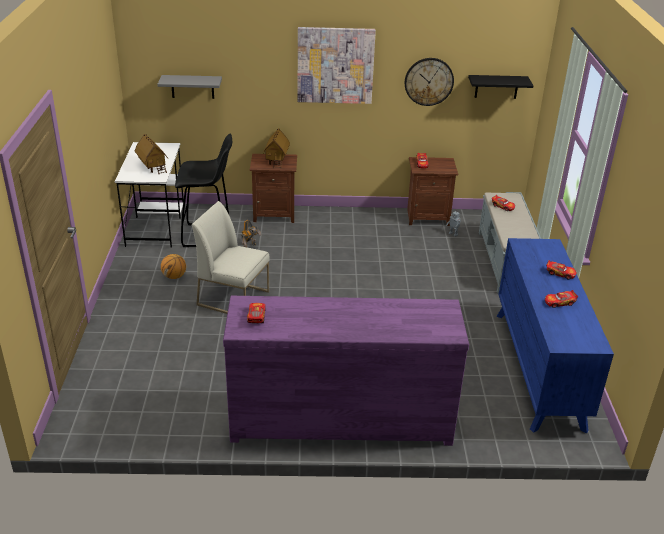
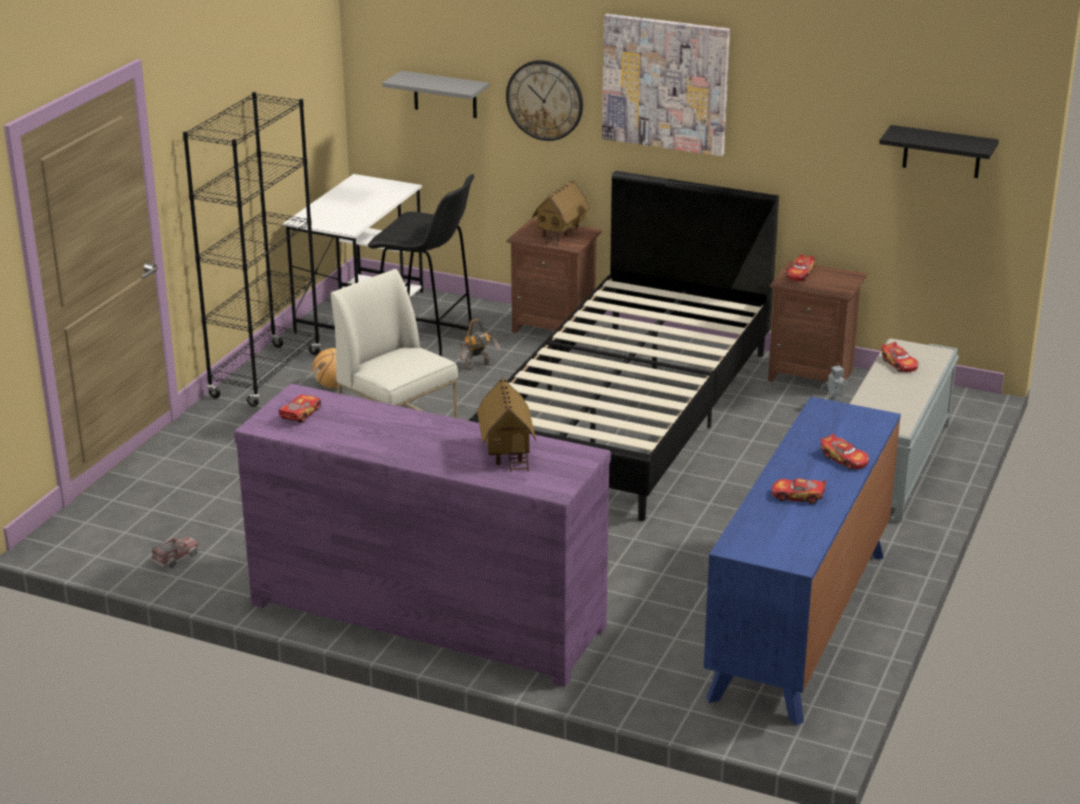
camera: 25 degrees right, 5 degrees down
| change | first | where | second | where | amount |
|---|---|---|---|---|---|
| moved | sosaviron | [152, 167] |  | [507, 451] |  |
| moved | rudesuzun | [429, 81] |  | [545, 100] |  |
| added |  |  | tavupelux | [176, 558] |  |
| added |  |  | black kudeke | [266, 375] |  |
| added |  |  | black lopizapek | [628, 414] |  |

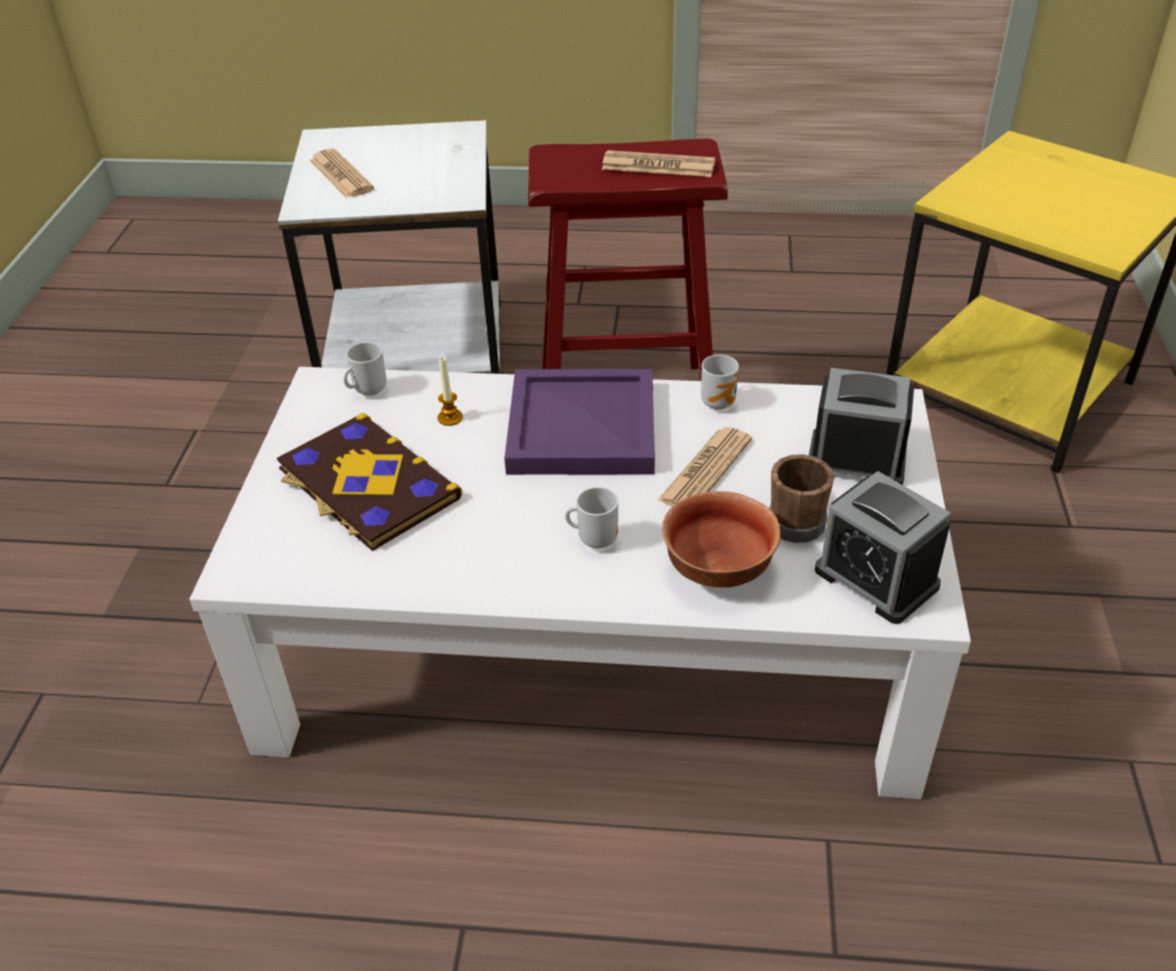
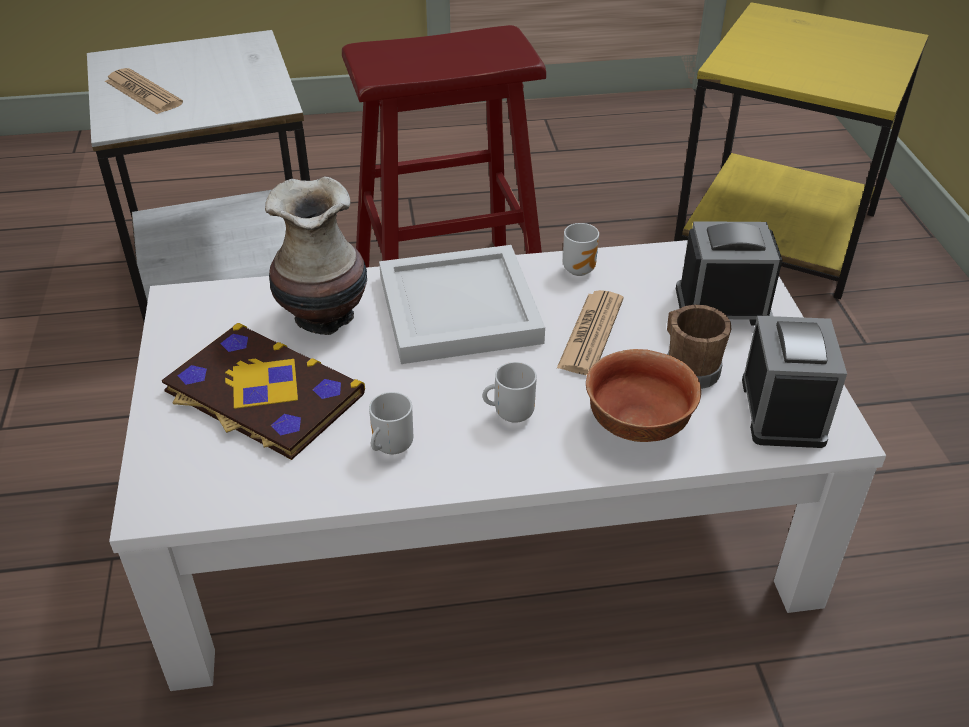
camera: 15 degrees left, 0 degrees up
| change | first | where | second | where | amount |
|---|---|---|---|---|---|
| moved | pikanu | [367, 390] |  | [390, 447] |  |
| replaced | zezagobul | [450, 418] | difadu | [325, 316] |  |
| recoloured | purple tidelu | [584, 429] | white tidelu | [462, 310] |  |
| removed | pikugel | [658, 166] |  |  |  |
| turned | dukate | [876, 578] |  | [782, 411] | 120 degrees counterclockwise |

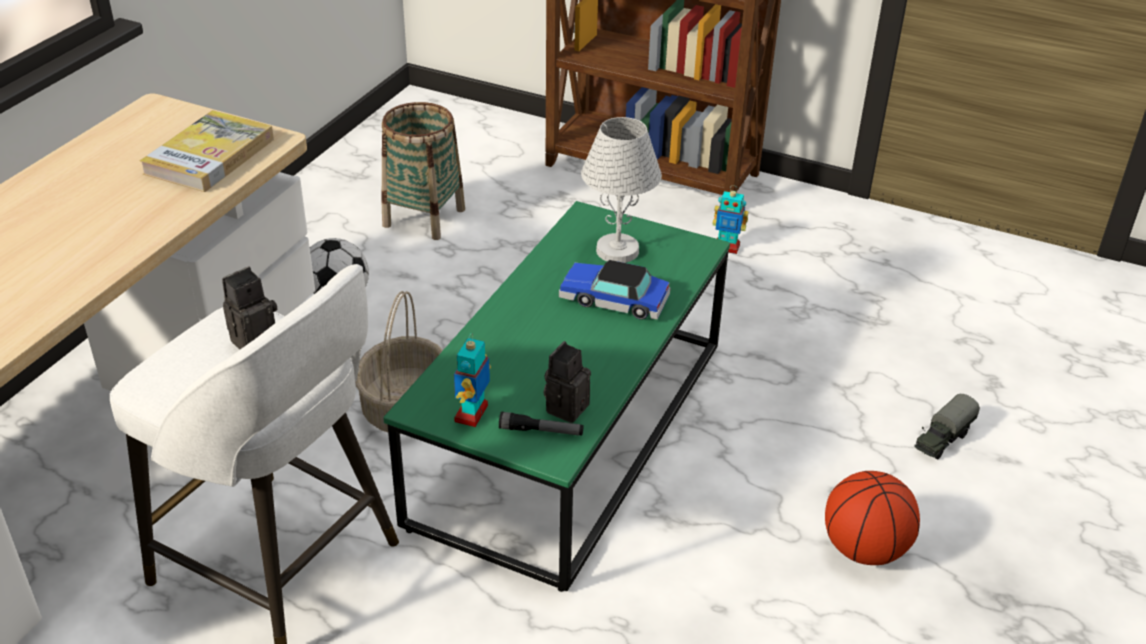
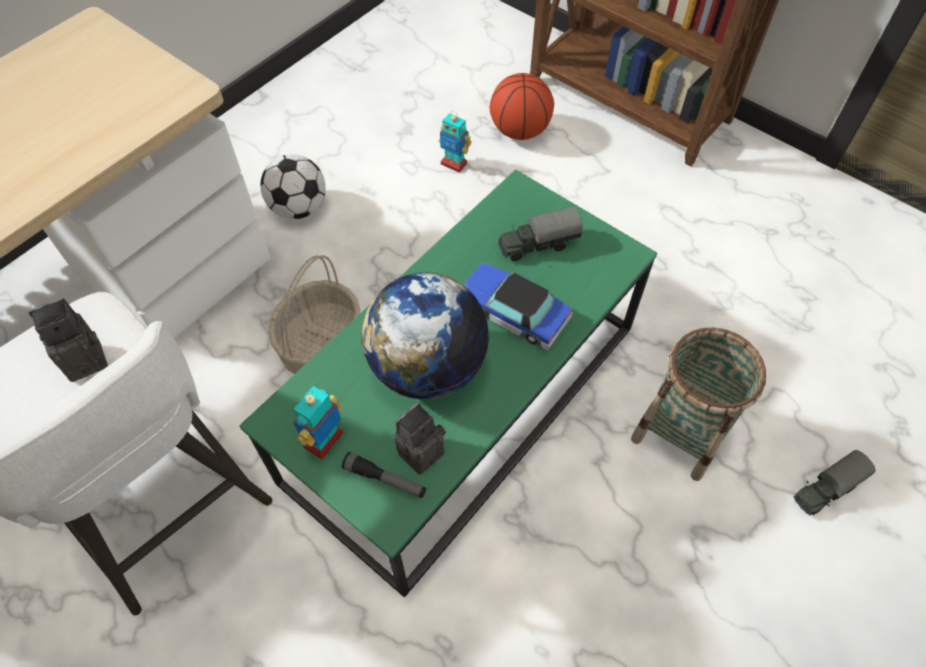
camera: 15 degrees right, 20 degrees up
| change | first | where | second | where | amount |
|---|---|---|---|---|---|
| removed | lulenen | [210, 156] |  |  |  |
| moved | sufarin | [424, 217] |  | [681, 432] |  |
| replaced | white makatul | [618, 251] | tavupelux | [537, 245] |  |
| moved | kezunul | [726, 247] |  | [454, 163] |  |
| moved | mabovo | [863, 549] |  | [519, 130] |  |
| added |  |  | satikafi | [427, 367] |  |

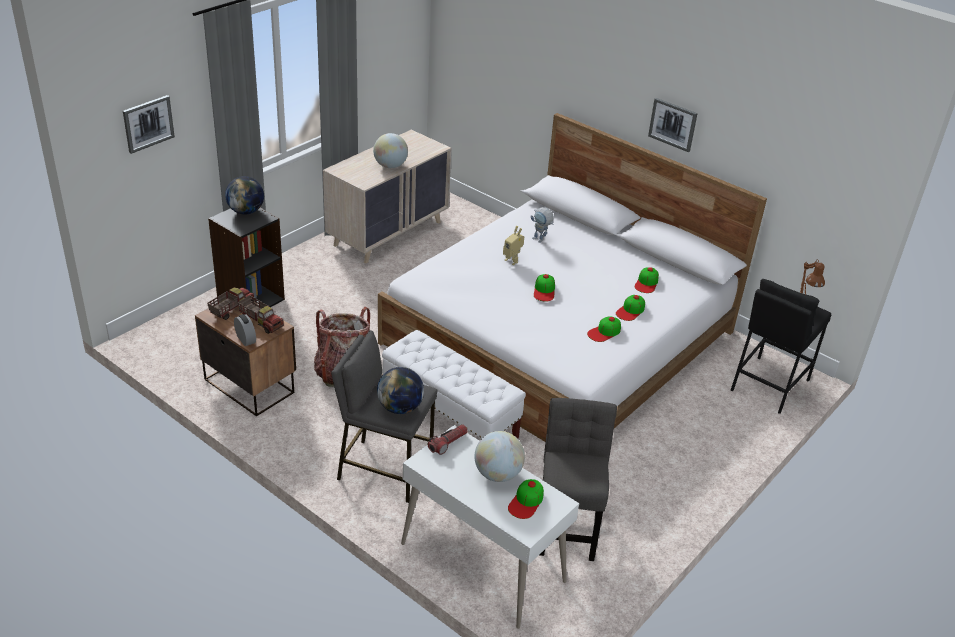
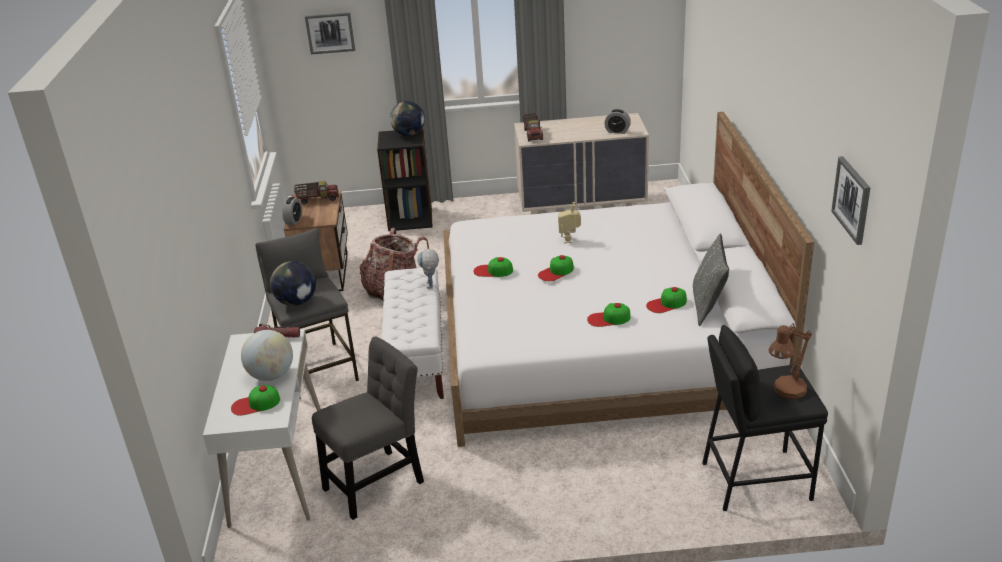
camera: 50 degrees right, 5 degrees down
| change | first | where | second | where | amount |
|---|---|---|---|---|---|
| moved | tavupelux | [261, 322] |  | [533, 134] |  |
| removed | satikafi | [390, 166] |  |  |  |
| moved | kezunul | [540, 240] |  | [431, 287] |  |
| moved | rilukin | [604, 332] |  | [493, 271] |  |
| moved | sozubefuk | [673, 124] |  | [852, 199] |  |
| added |  |  | dukate | [617, 131] |  |
| added |  |  | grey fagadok | [708, 305] |  |

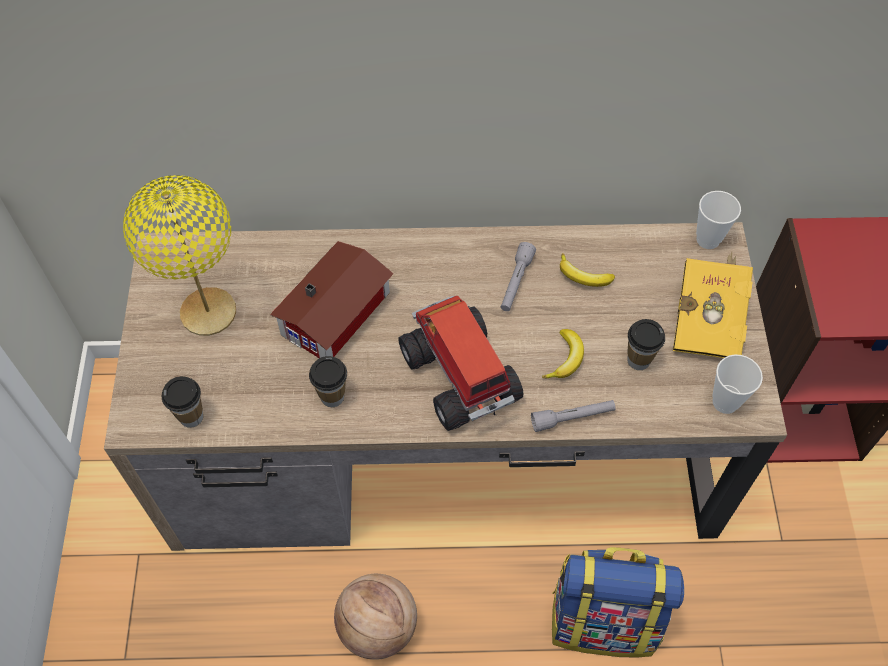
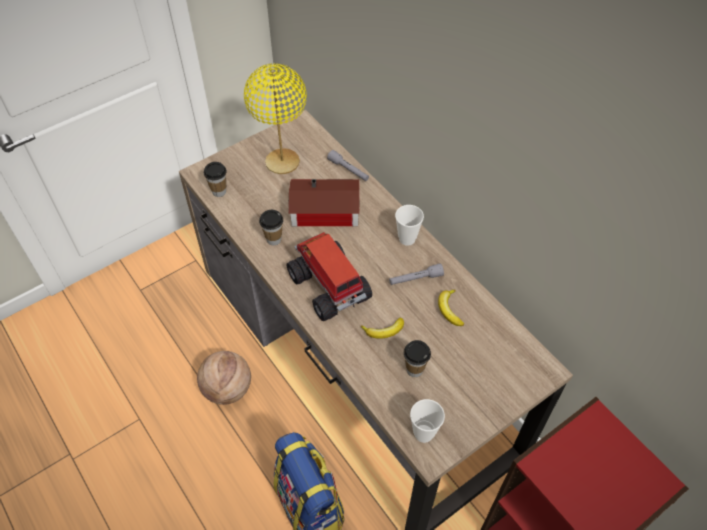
camera: 55 degrees right, 5 degrees down
| change | first | where | second | where | amount |
|---|---|---|---|---|---|
| turned | tavupelux | [460, 378] |  | [330, 288] | 60 degrees counterclockwise |
| moved | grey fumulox | [572, 418] |  | [348, 170] |  |
| removed | yellow lulenen | [708, 319] |  |  |  |
| moved | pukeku | [708, 239] |  | [407, 239] |  |

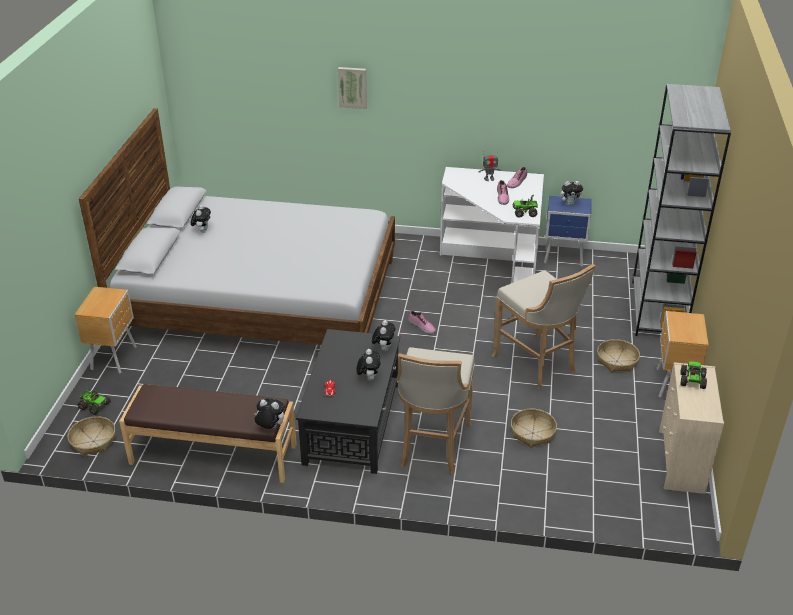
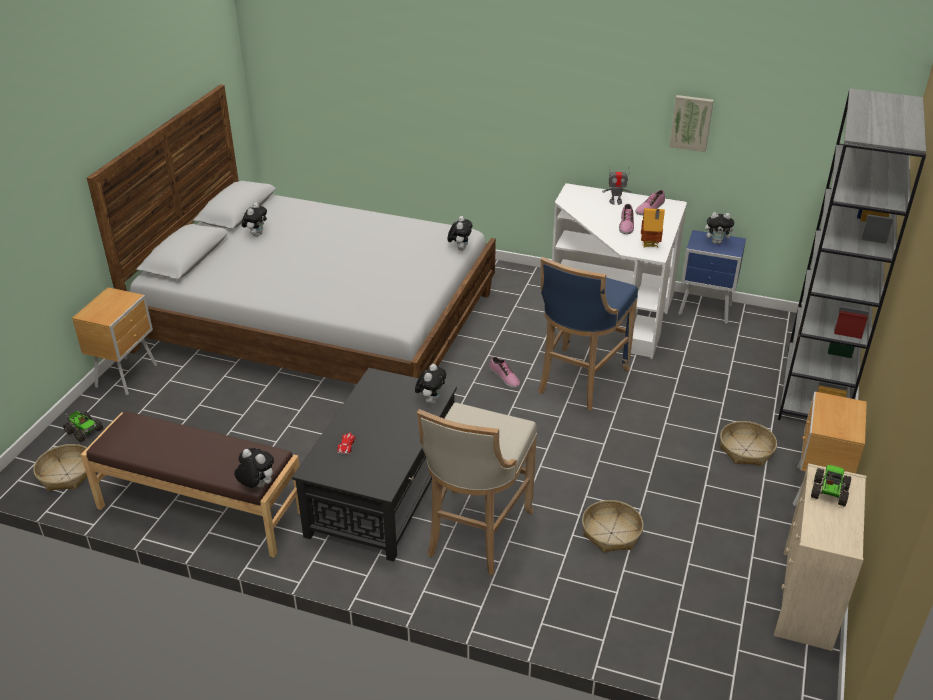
camera: 10 degrees right, 0 degrees up
| change | first | where | second | where | amount |
|---|---|---|---|---|---|
| moved | sozubefuk | [352, 87] |  | [691, 122] |  |
| moved | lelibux | [368, 378] |  | [460, 248] |  |
| removed | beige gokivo | [537, 364] |  |  |  |
| replaced | tavupelux | [525, 212] | sosaviron | [650, 246] |  |
| added |  |  | blue gokivo | [579, 381] |  |

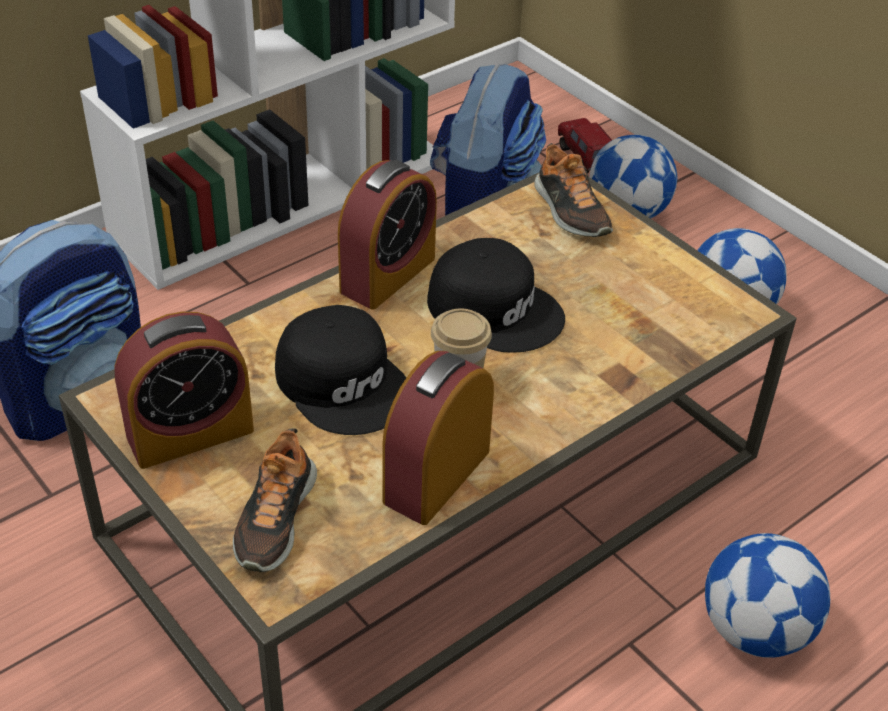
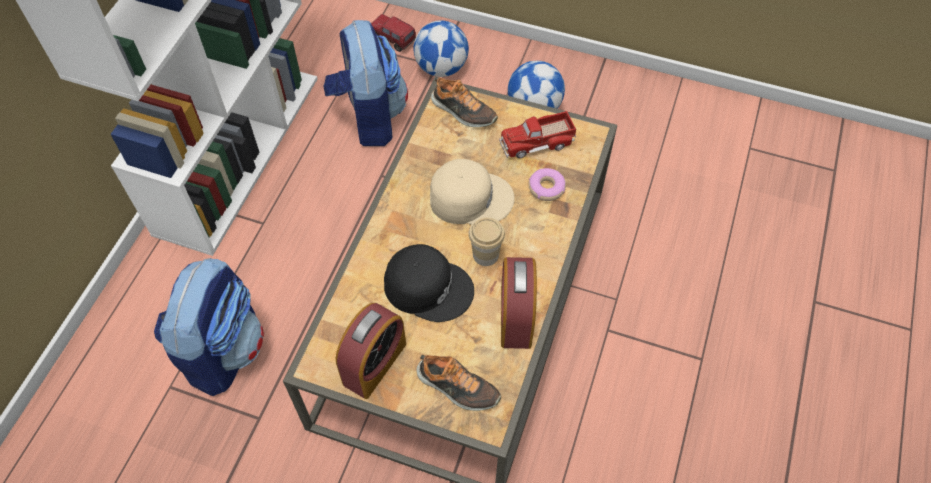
camera: 30 degrees left, 15 degrees up
| change | first | where | second | where | amount |
|---|---|---|---|---|---|
| turned | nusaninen | [275, 519] |  | [457, 387] | 45 degrees counterclockwise |
| removed | dukate | [387, 275] |  |  |  |
| recoloured | black rilukin | [495, 308] | beige rilukin | [470, 197] |  |
| removed | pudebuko | [755, 630] |  |  |  |
| added |  |  | tavupelux | [537, 141] |  |
| added |  |  | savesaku | [546, 188] |  |

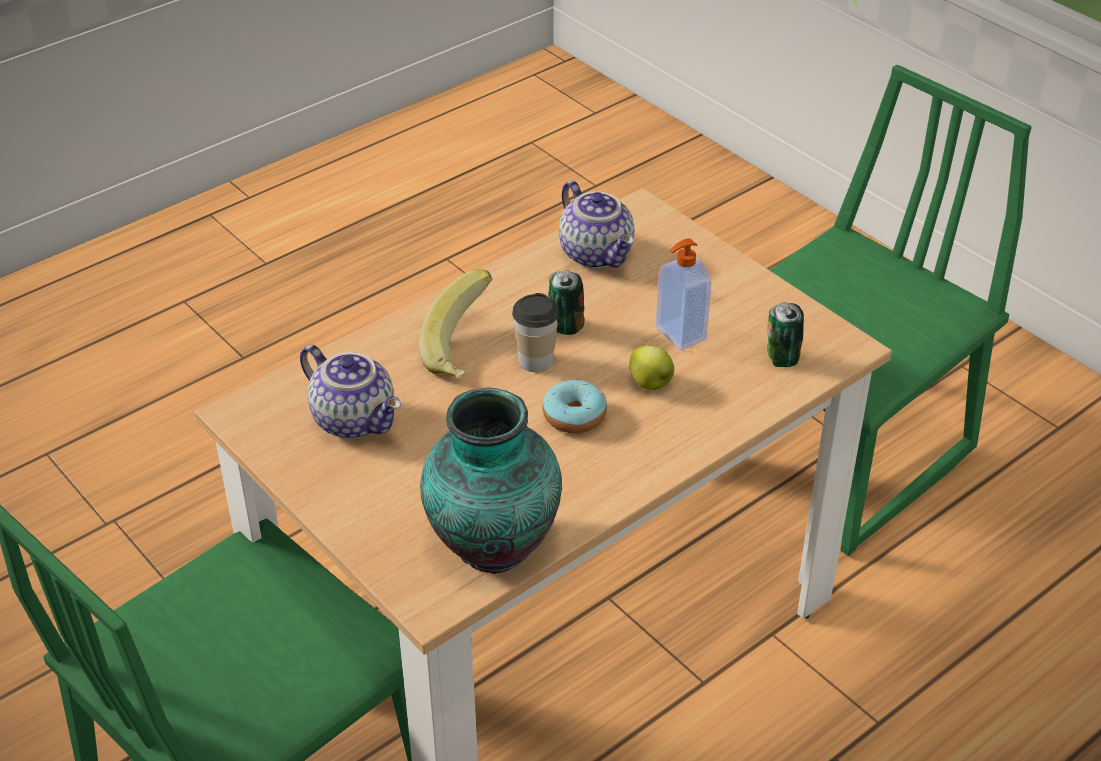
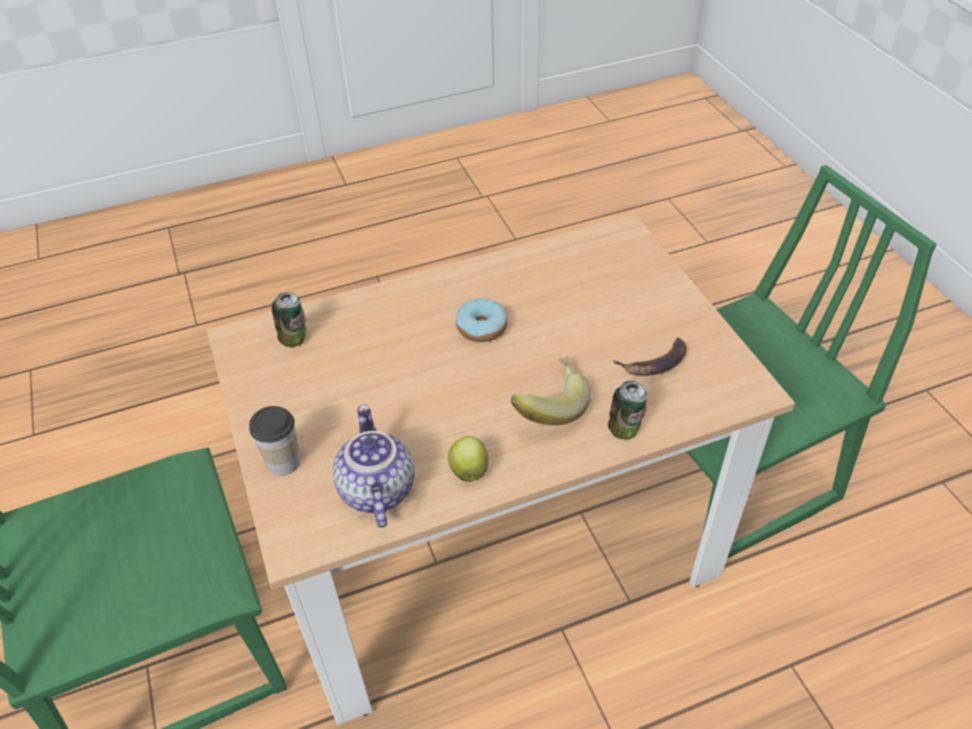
camera: 160 degrees left, 5 degrees up
| change | first | where | second | where | amount |
|---|---|---|---|---|---|
| replaced | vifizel | [356, 419] | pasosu | [655, 362] |  |
| removed | difadu | [490, 545] |  |  |  |
| moved | pukeku | [535, 361] |  | [283, 462] |  |
| moved | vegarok | [565, 326] |  | [625, 429] |  |
| moved | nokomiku | [651, 384] |  | [469, 470] |  |
| removed | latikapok | [679, 334] |  |  |  |

